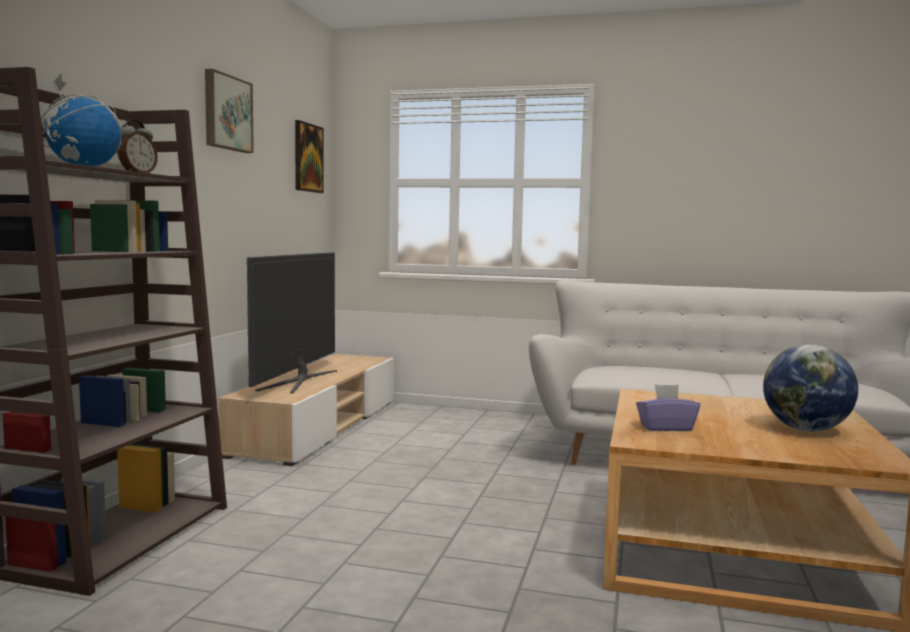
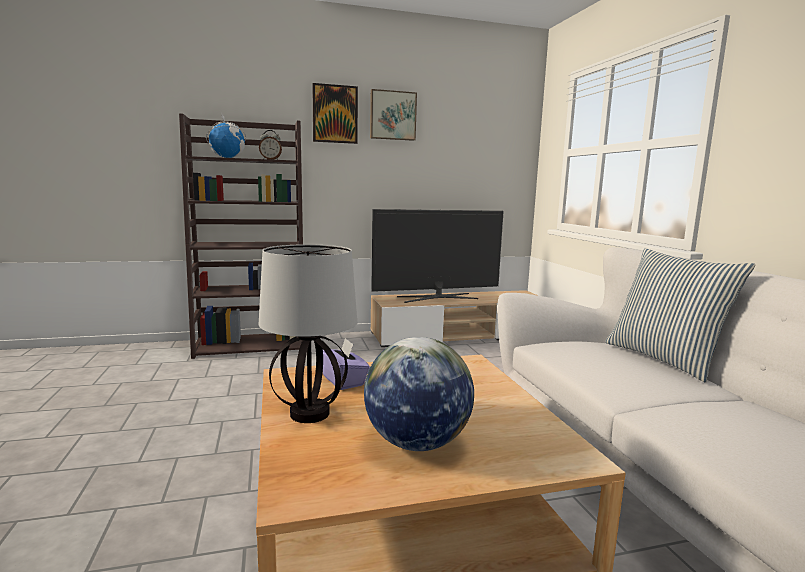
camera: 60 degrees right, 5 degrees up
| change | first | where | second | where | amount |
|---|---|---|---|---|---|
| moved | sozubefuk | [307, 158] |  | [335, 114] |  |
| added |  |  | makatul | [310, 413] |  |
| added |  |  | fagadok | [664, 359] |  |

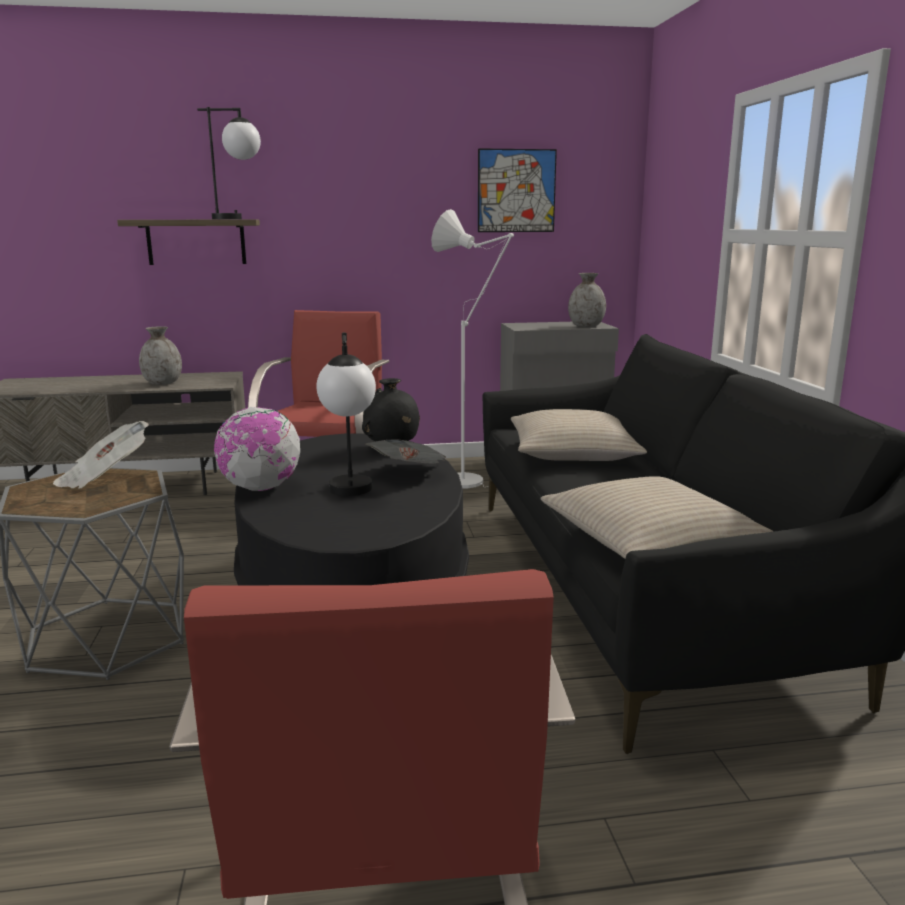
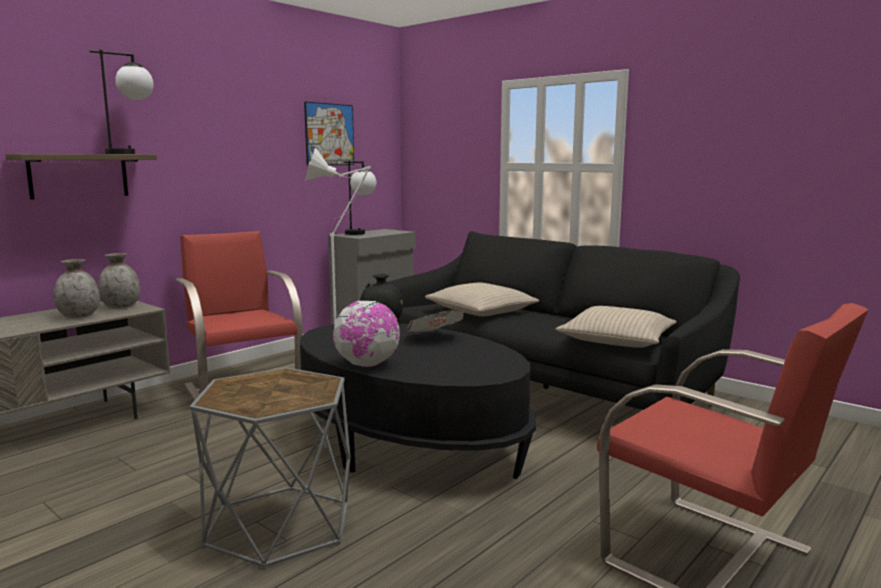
camera: 40 degrees left, 5 degrees down
| change | first | where | second | where | amount |
|---|---|---|---|---|---|
| removed | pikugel | [104, 479] |  |  |  |
| moved | makatul | [351, 494] |  | [360, 234] |  |
| moved | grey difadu | [586, 326] |  | [121, 306] |  |

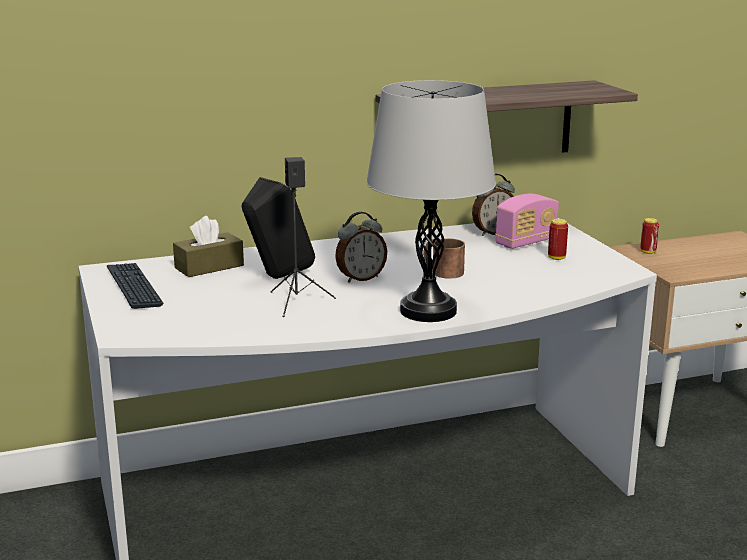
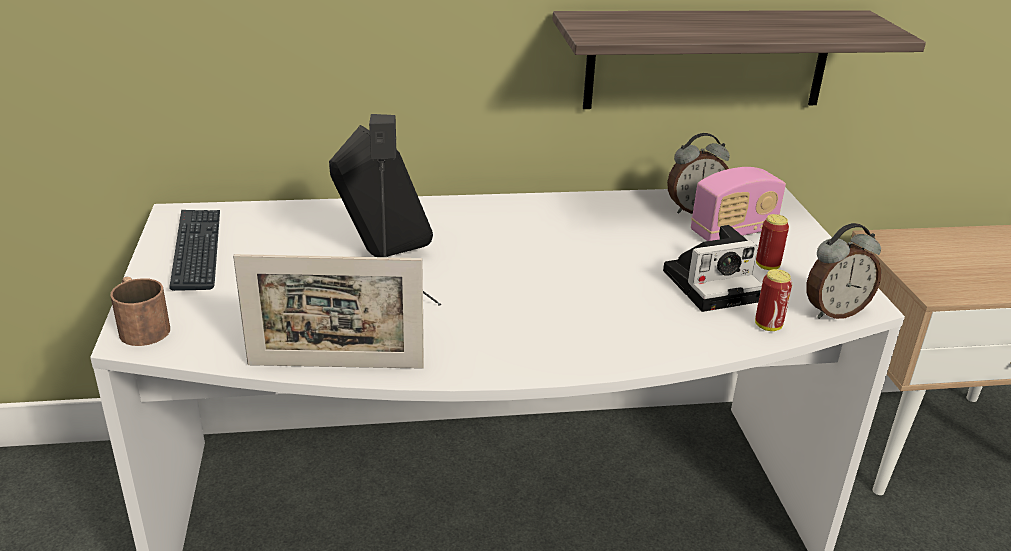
camera: 10 degrees right, 10 degrees up
| change | first | where | second | where | amount |
|---|---|---|---|---|---|
| removed | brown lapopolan | [209, 267] |  |  |  |
| moved | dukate | [360, 278] |  | [834, 311] |  |
| removed | grey makatul | [428, 311] |  |  |  |
| moved | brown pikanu | [441, 271] |  | [141, 326] |  |
| moved | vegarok | [648, 252] |  | [768, 326] |  |
| added |  |  | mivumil | [336, 366] |  |
| added |  |  | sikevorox | [713, 284] |  |

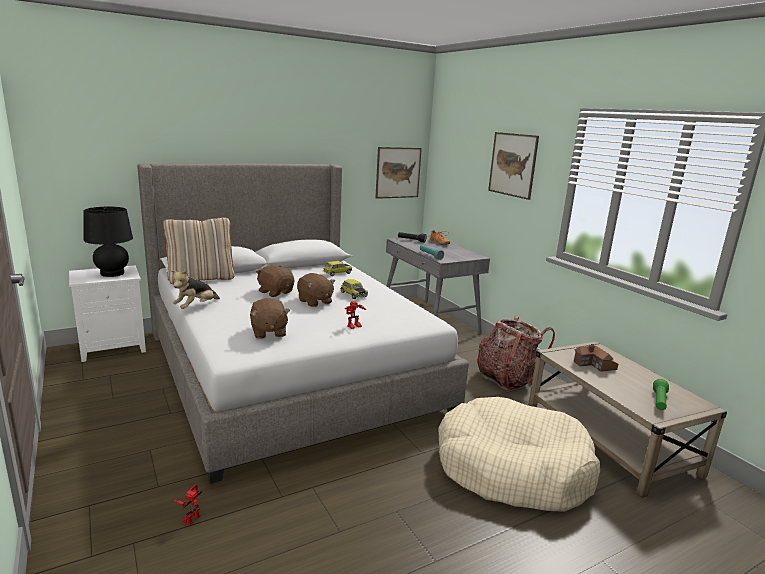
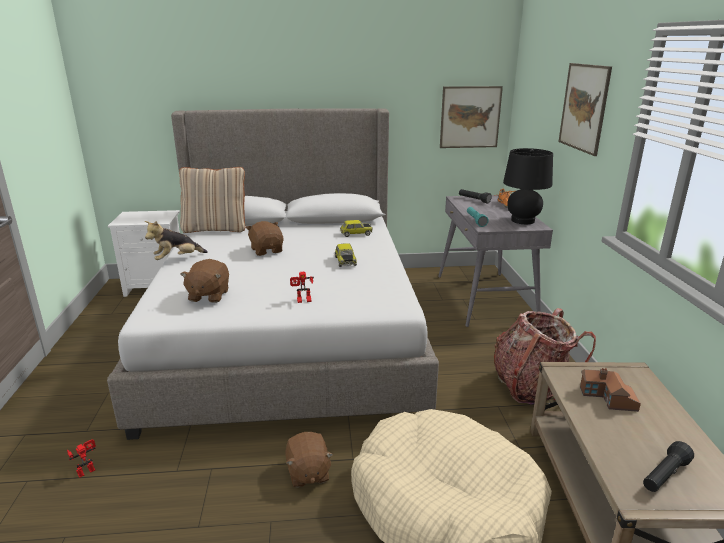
camera: 25 degrees right, 5 degrees up
| change | first | where | second | where | amount |
|---|---|---|---|---|---|
| moved | black makatul | [112, 273] |  | [522, 220] |  |
| moved | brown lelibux | [315, 301] |  | [308, 473] |  |
| recoloured | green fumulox | [659, 401] | black fumulox | [664, 476] |  |

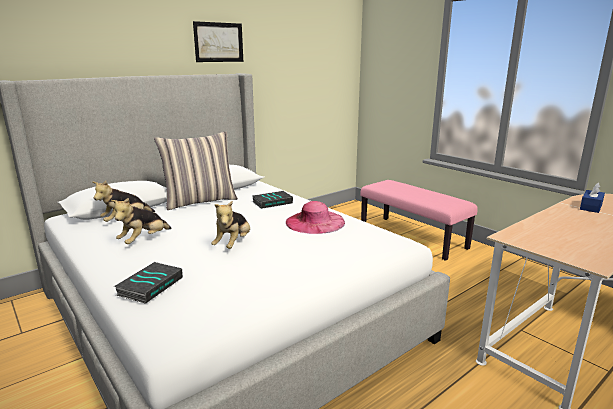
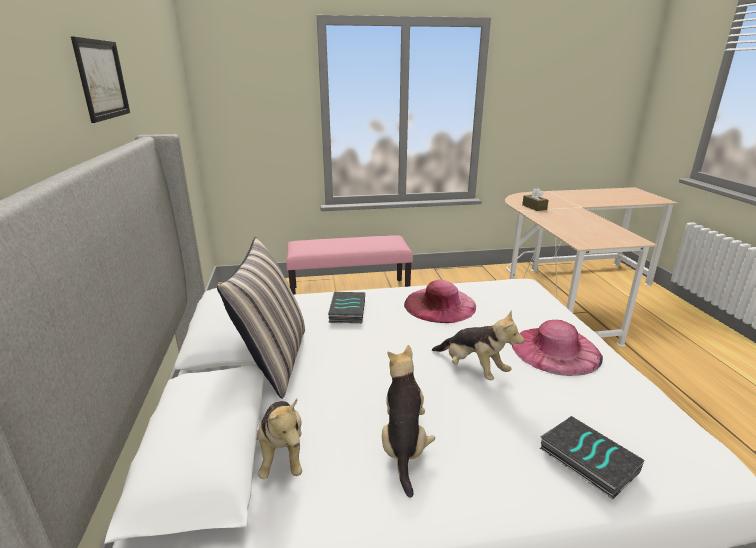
camera: 60 degrees left, 5 degrees up
| change | first | where | second | where | amount |
|---|---|---|---|---|---|
| turned | lelibux | [144, 240] |  | [404, 445] | 150 degrees counterclockwise |
| recoloured | blue lapopolan | [591, 207] | brown lapopolan | [534, 207] |  |
| added |  |  | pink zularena | [555, 350] |  |

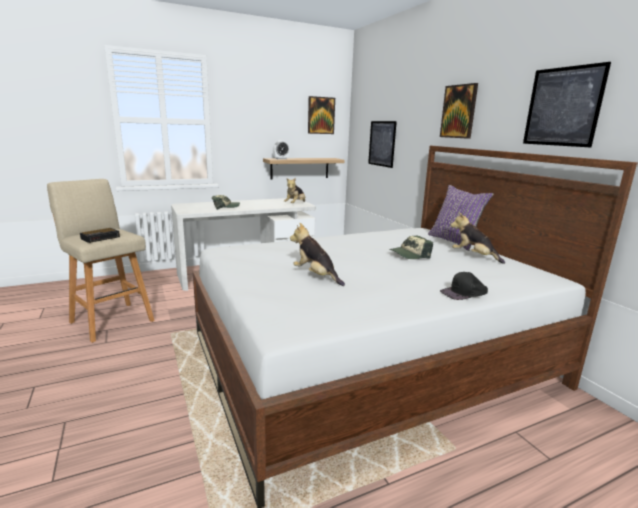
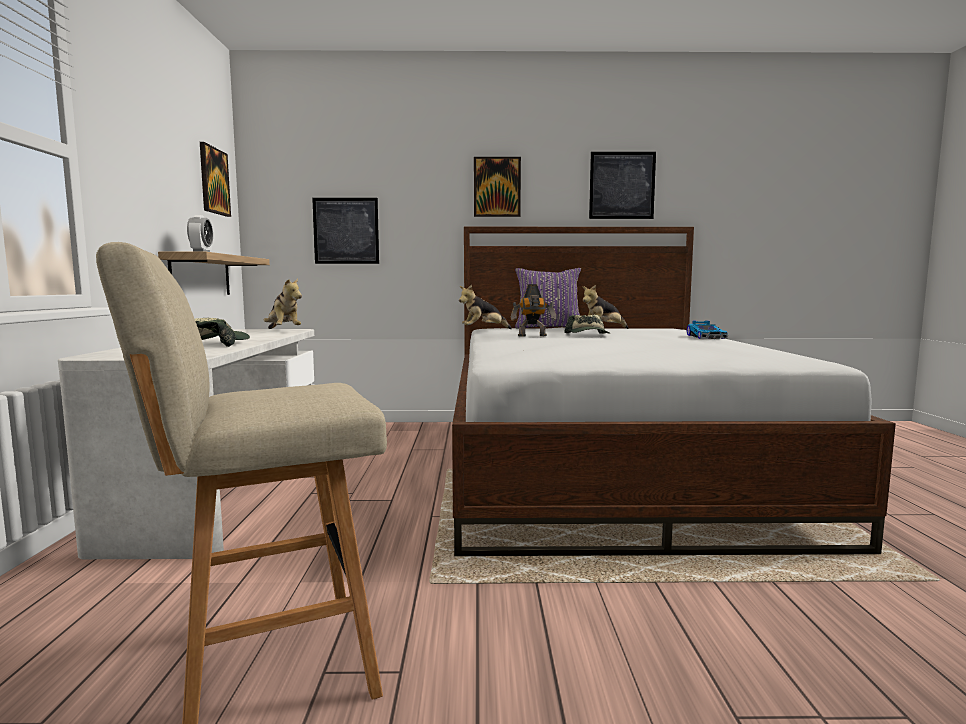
camera: 65 degrees left, 10 degrees down
| change | first | where | second | where | amount |
|---|---|---|---|---|---|
| removed | dukate | [101, 237] |  |  |  |
| moved | lelibux | [316, 276] |  | [483, 330] |  |
| replaced | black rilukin | [464, 293] | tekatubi | [706, 337] |  |
| added |  |  | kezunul | [533, 336] |  |

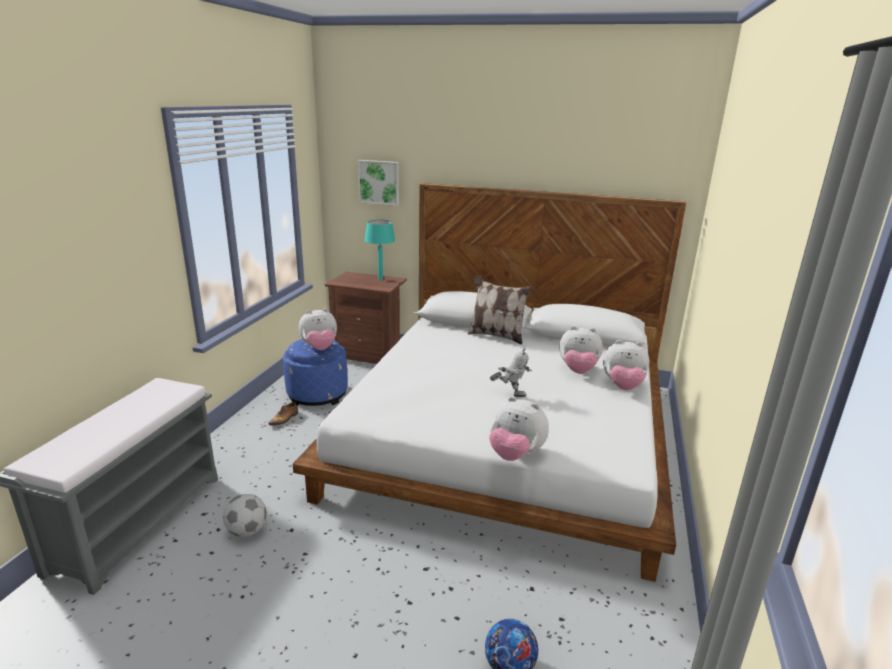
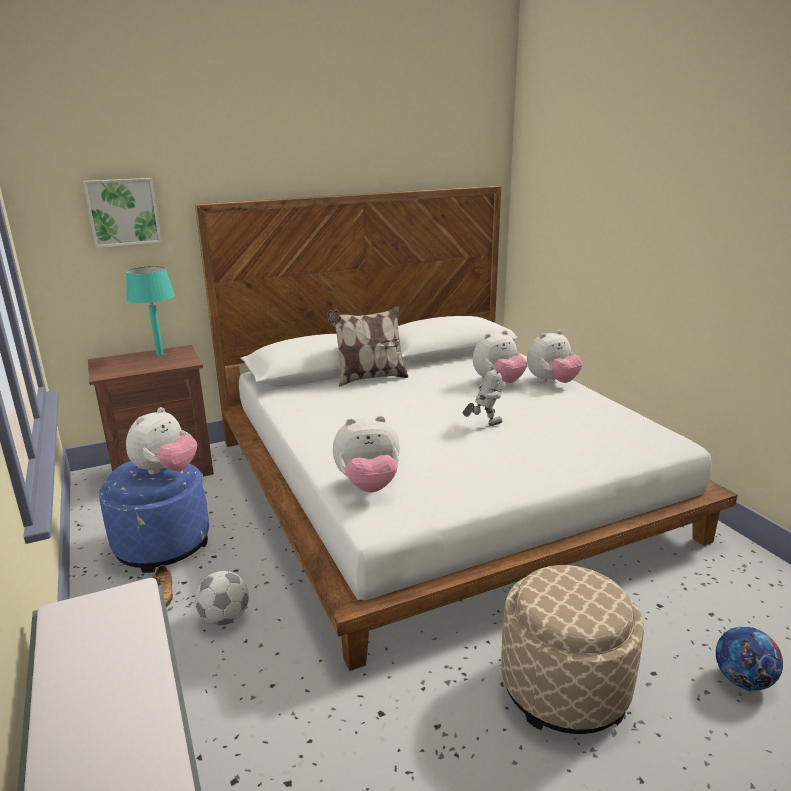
camera: 40 degrees left, 0 degrees up
| change | first | where | second | where | amount |
|---|---|---|---|---|---|
| moved | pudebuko | [247, 531] |  | [225, 618] |  |
| moved | lelibux | [515, 454] |  | [368, 485] |  |
| added |  |  | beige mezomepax | [564, 687] |  |

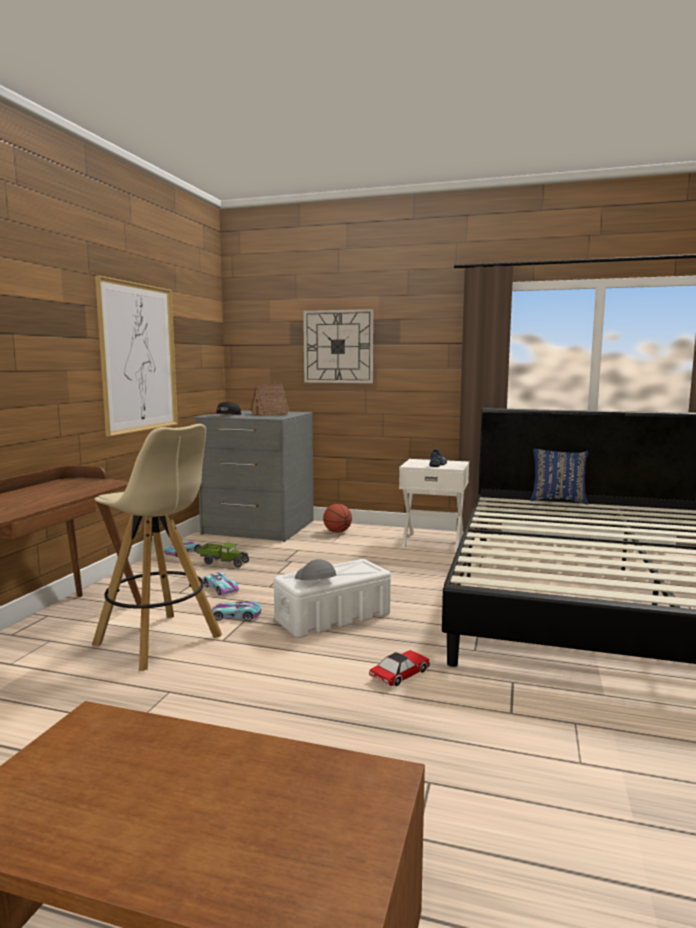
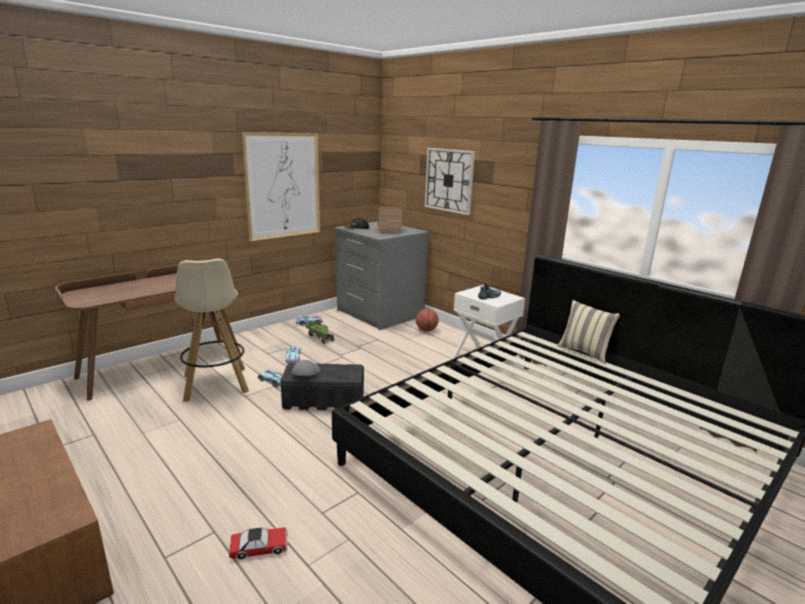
camera: 30 degrees right, 10 degrees up
| change | first | where | second | where | amount |
|---|---|---|---|---|---|
| recoloured | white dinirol | [332, 617] | black dinirol | [323, 400] |  |
| moved | tekatubi | [400, 674] |  | [260, 547] |  |
| recoloured | blue fagadok | [558, 500] | beige fagadok | [584, 352] |  |

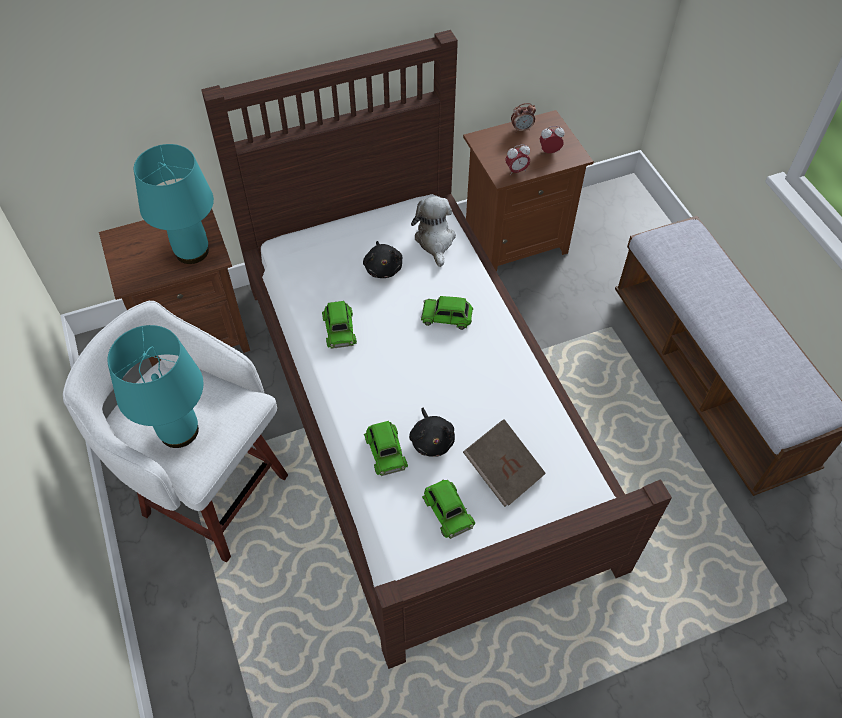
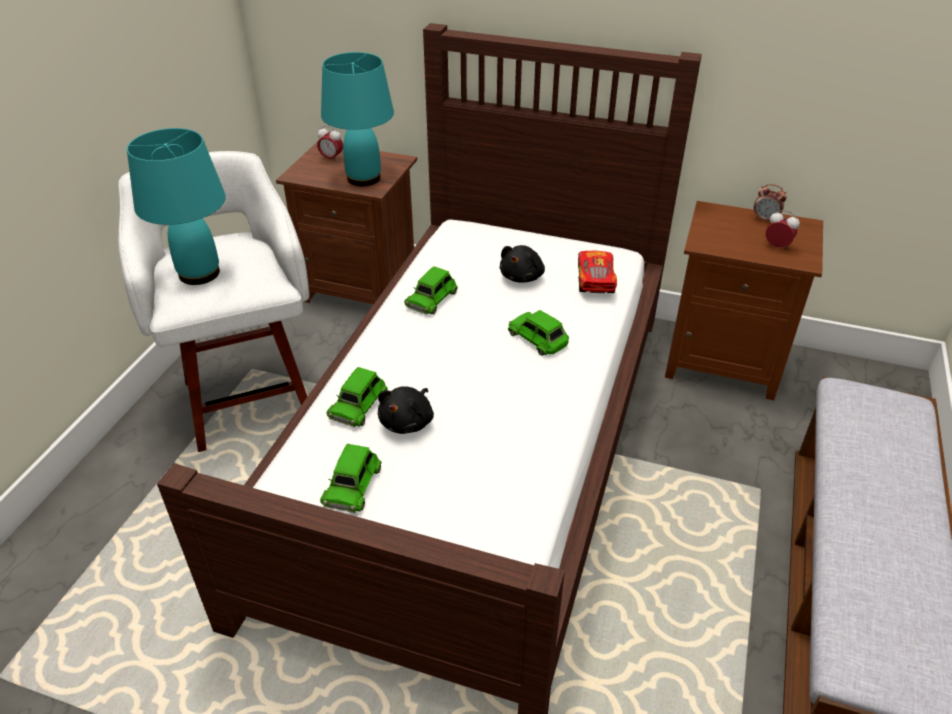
camera: 40 degrees right, 15 degrees down
| change | first | where | second | where | amount |
|---|---|---|---|---|---|
| replaced | lelibux | [435, 240] | tekatubi | [595, 280] |  |
| removed | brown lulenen | [503, 471] |  |  |  |
| moved | dukate | [516, 171] |  | [331, 158] |  |

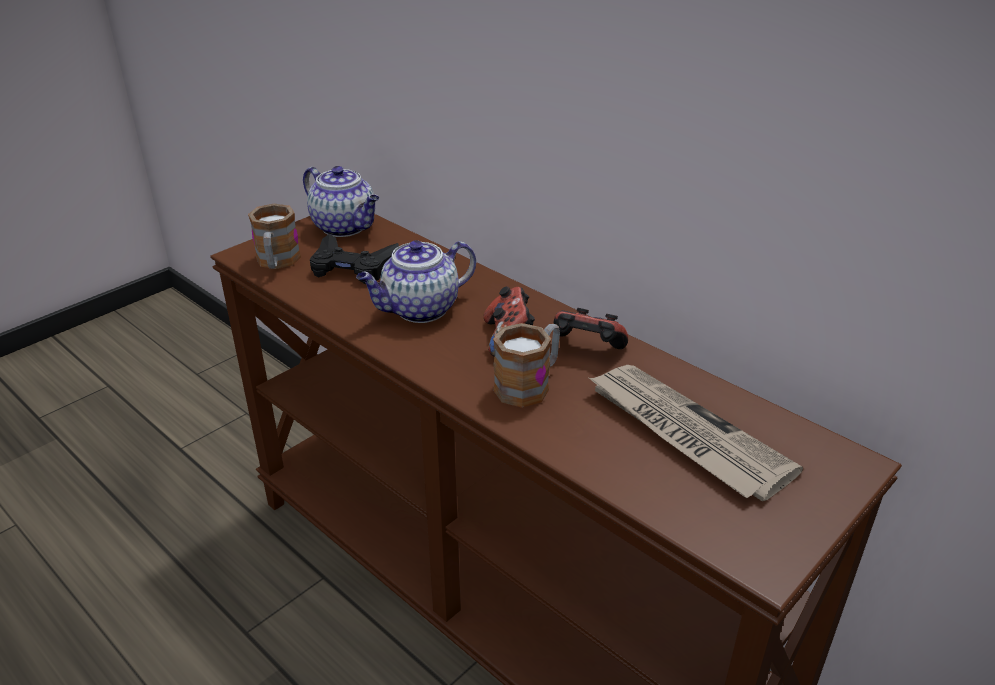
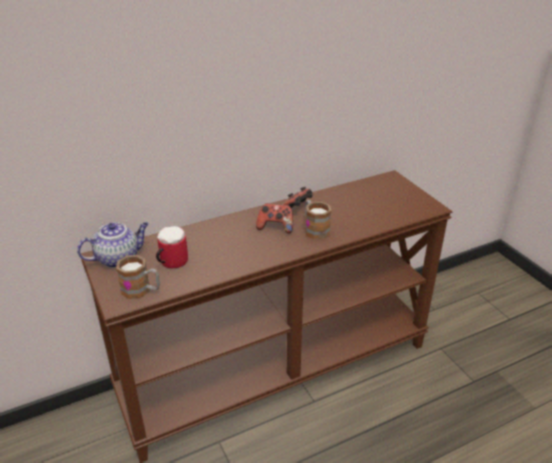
camera: 70 degrees left, 0 degrees up
| change | first | where | second | where | amount |
|---|---|---|---|---|---|
| replaced | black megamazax | [353, 267] | pikanu | [170, 262] |  |
| removed | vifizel | [419, 310] |  |  |  |
| removed | pikugel | [684, 433] |  |  |  |

